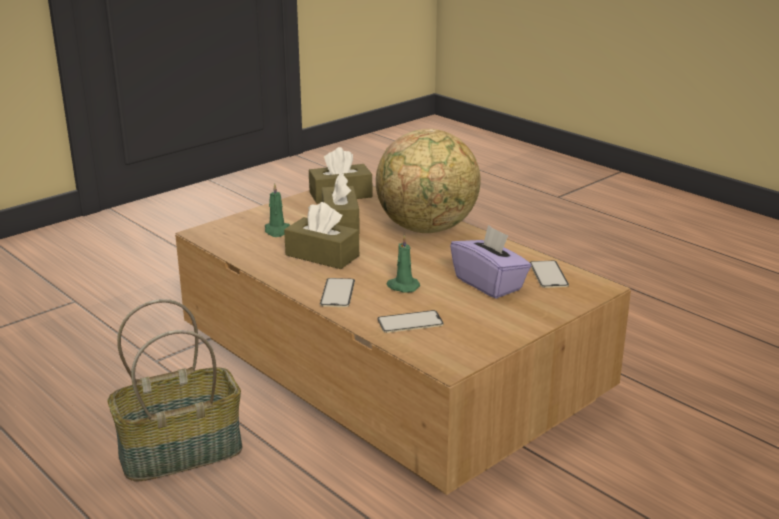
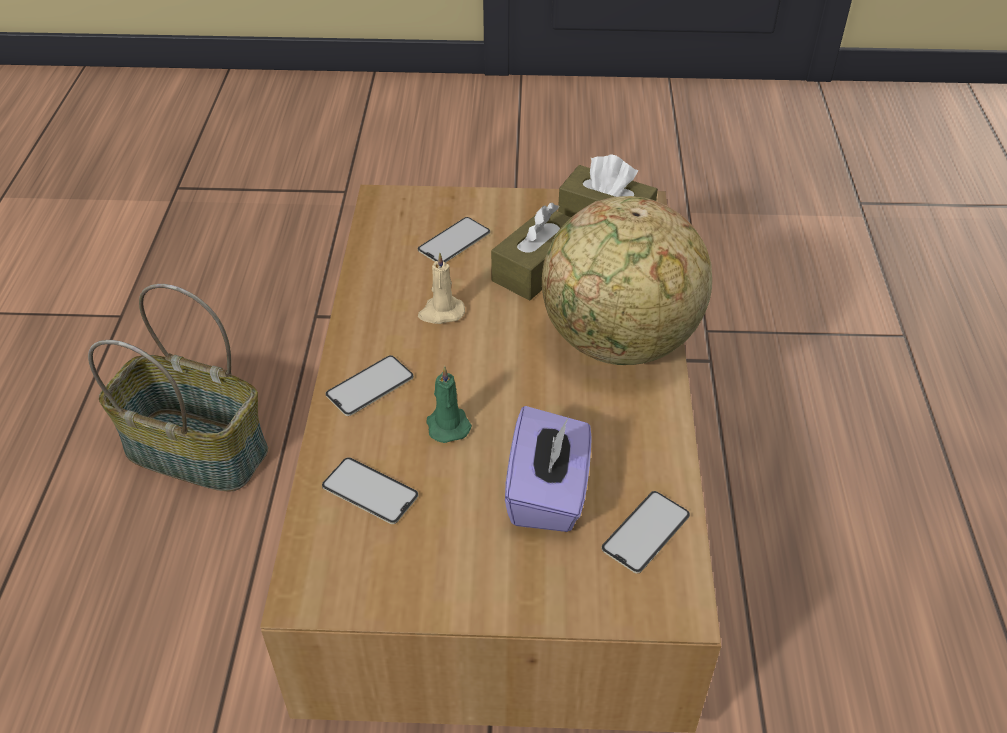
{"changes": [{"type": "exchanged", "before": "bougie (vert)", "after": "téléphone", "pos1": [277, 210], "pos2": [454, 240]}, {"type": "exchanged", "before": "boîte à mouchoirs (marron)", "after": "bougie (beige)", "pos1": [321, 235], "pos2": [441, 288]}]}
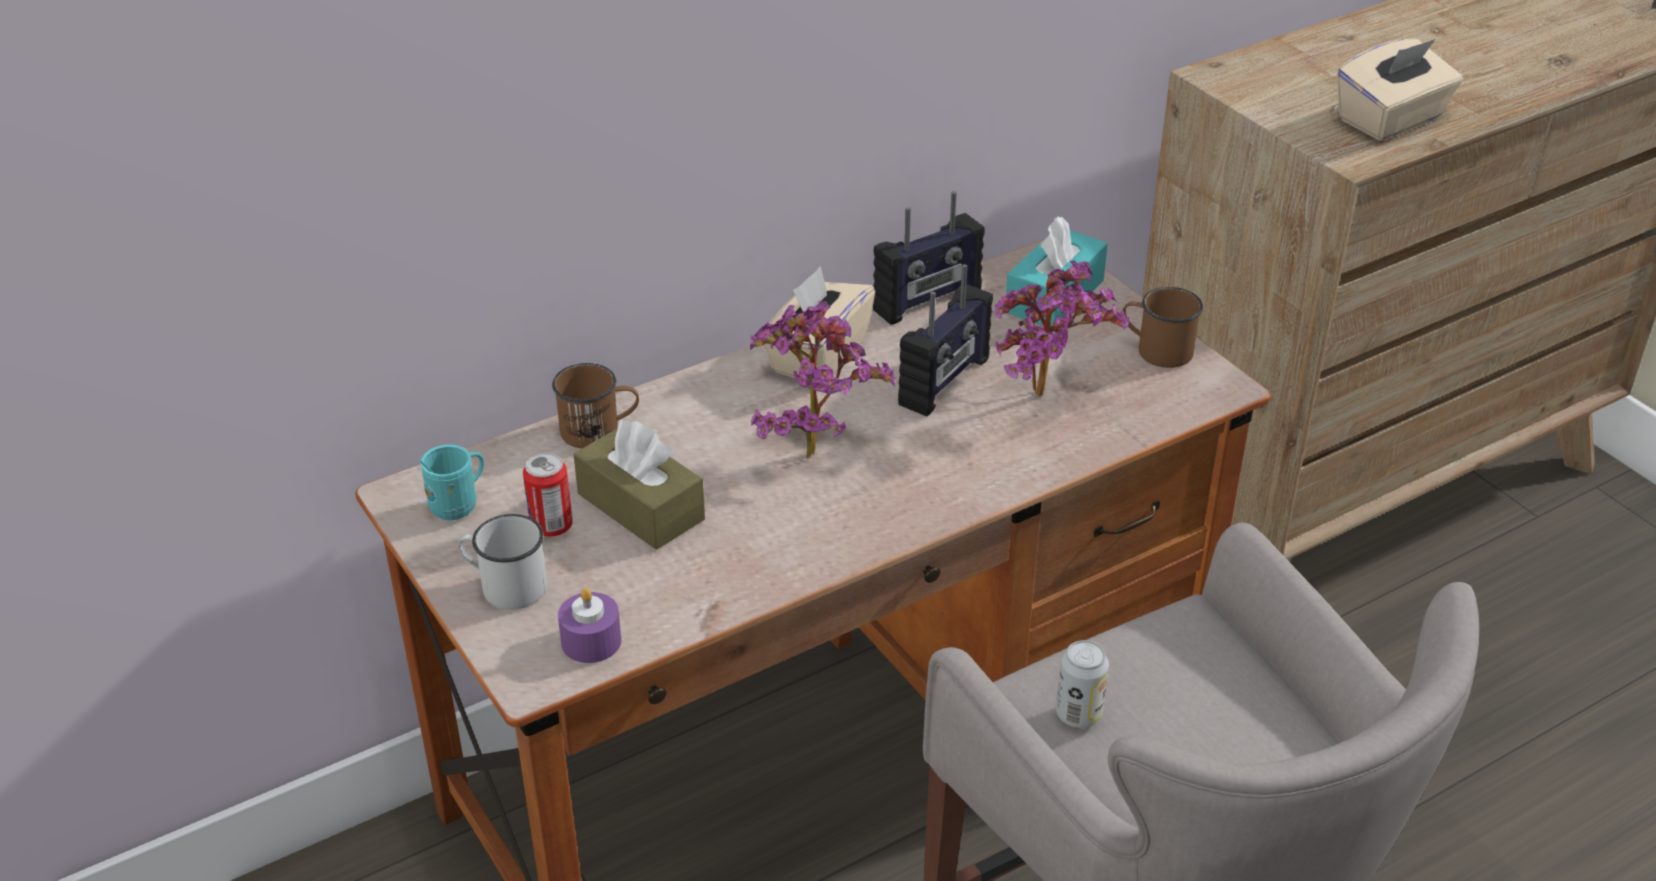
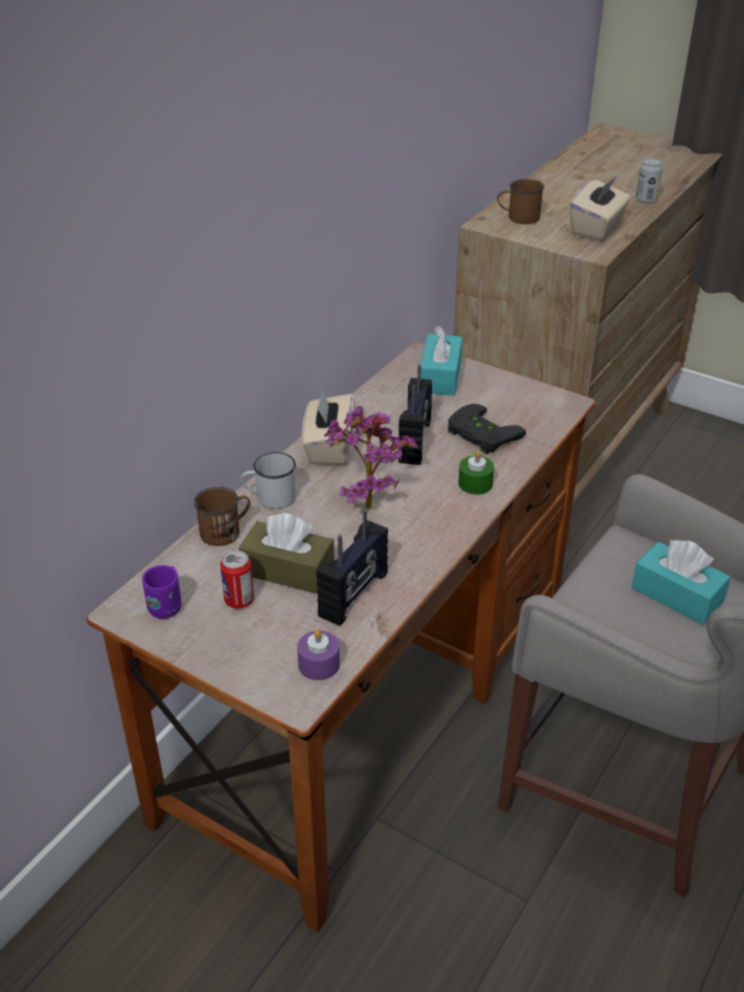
{"changes": [{"type": "appeared", "after": "bougie (vert)", "pos2": [476, 472]}, {"type": "appeared", "after": "boîte à mouchoirs (turquoise)", "pos2": [681, 582]}, {"type": "relocated", "before": "mug (blanc)", "pos1": [502, 562], "pos2": [268, 480]}, {"type": "relocated", "before": "radio", "pos1": [929, 258], "pos2": [352, 567]}, {"type": "relocated", "before": "boîte métallique", "pos1": [1082, 684], "pos2": [649, 181]}, {"type": "relocated", "before": "mug (marron)", "pos1": [1163, 327], "pos2": [521, 201]}, {"type": "exchanged", "before": "plante en pot", "after": "manette (noir)", "pos1": [1061, 328], "pos2": [487, 429]}, {"type": "colour", "before": "mug (turquoise)", "after": "mug (violet)", "pos1": [452, 482], "pos2": [161, 592]}]}
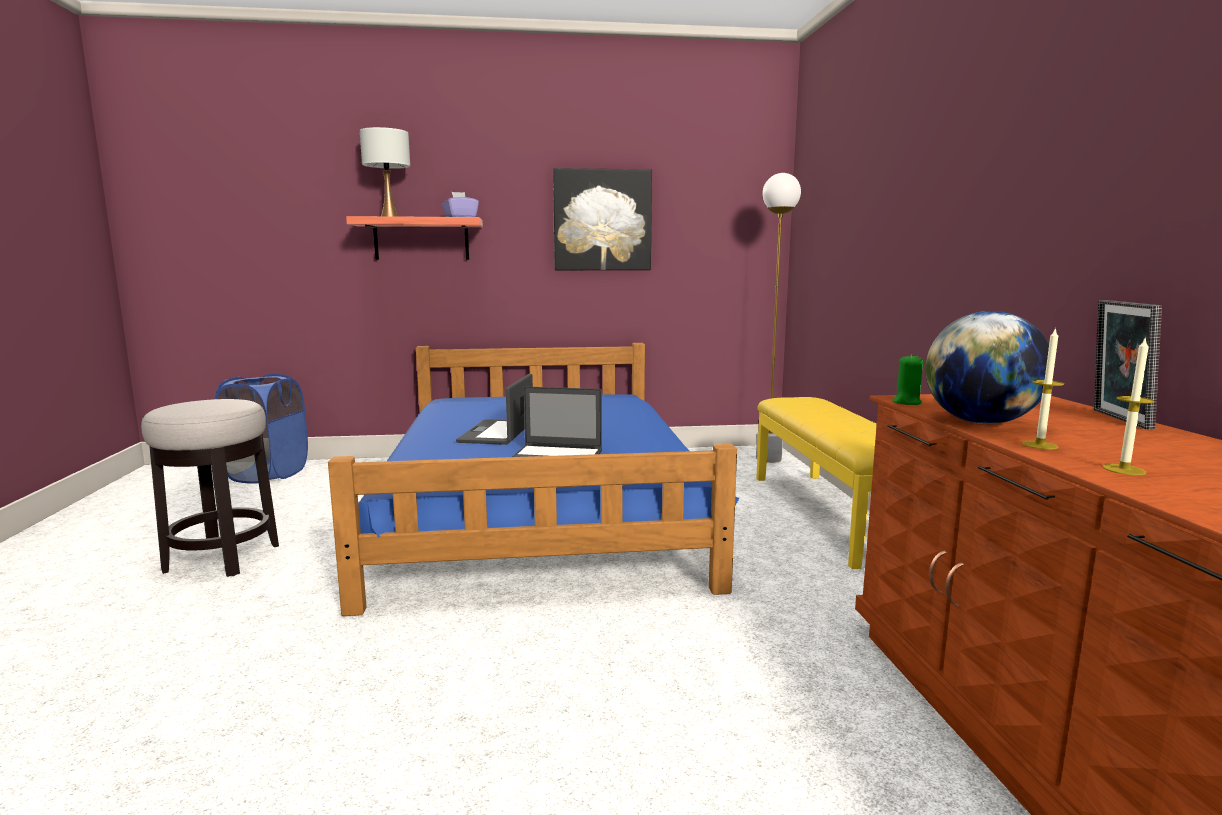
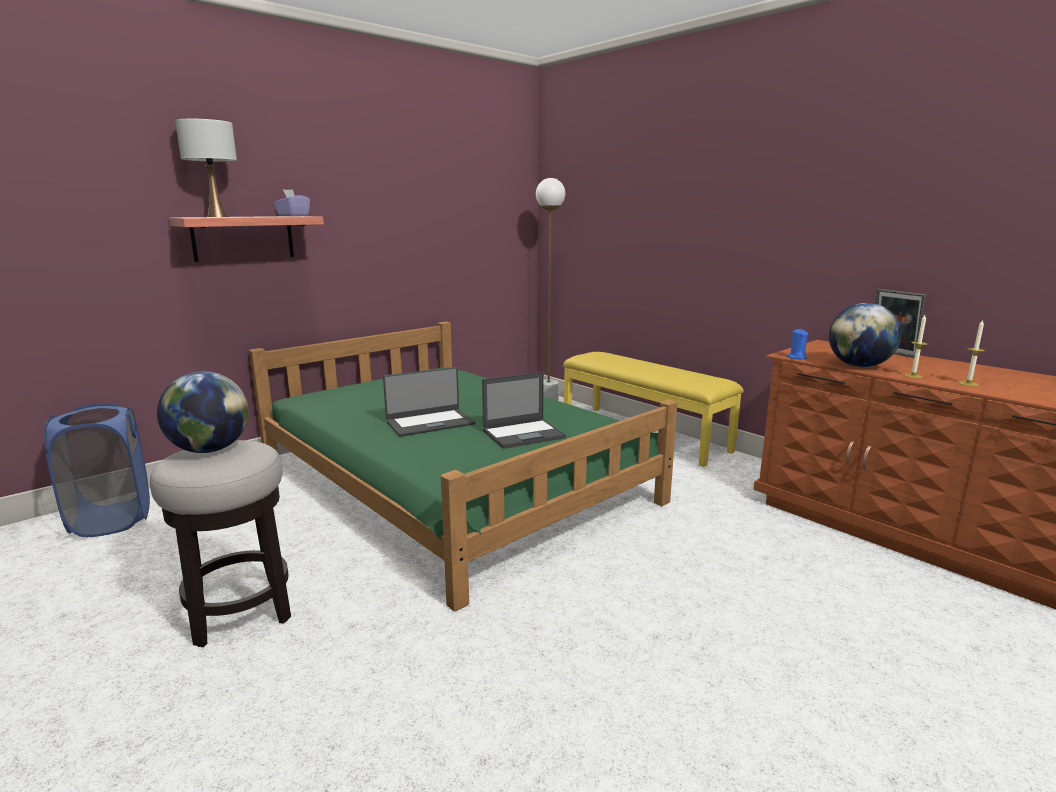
{"changes": [{"type": "missing", "before": "tableau", "pos1": [602, 219]}, {"type": "appeared", "after": "globe", "pos2": [203, 412]}, {"type": "colour", "before": "lit (bleu)", "after": "lit (vert)", "pos1": [533, 479], "pos2": [463, 466]}, {"type": "colour", "before": "bougie (vert)", "after": "bougie (bleu)", "pos1": [907, 379], "pos2": [797, 344]}, {"type": "spun", "before": "ordinateur portable", "pos1": [494, 409], "pos2": [429, 402], "turn": -90}]}
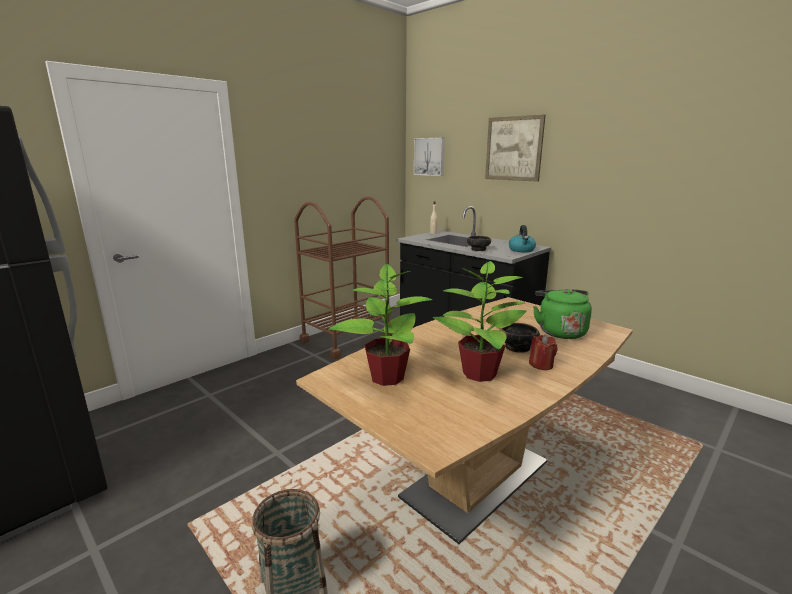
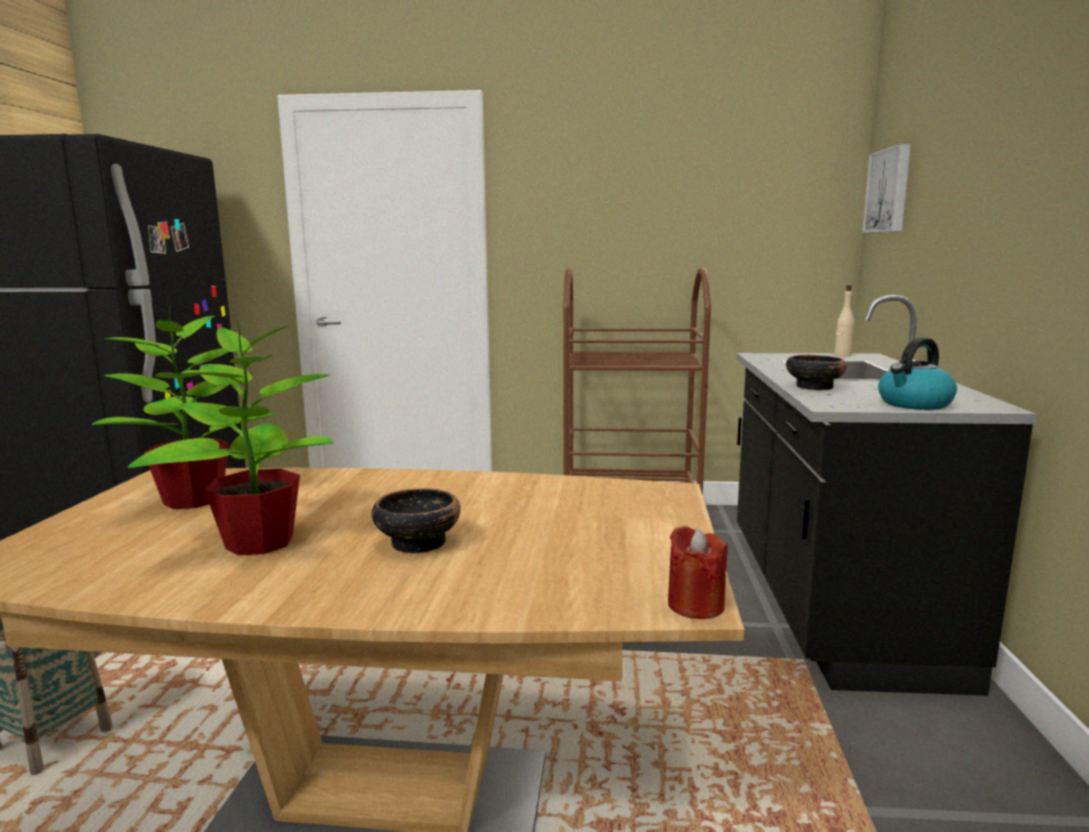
{"changes": [{"type": "missing", "before": "tableau", "pos1": [515, 148]}, {"type": "missing", "before": "bouilloire (vert)", "pos1": [562, 314]}, {"type": "relocated", "before": "bougie (rouge)", "pos1": [543, 352], "pos2": [698, 572]}]}
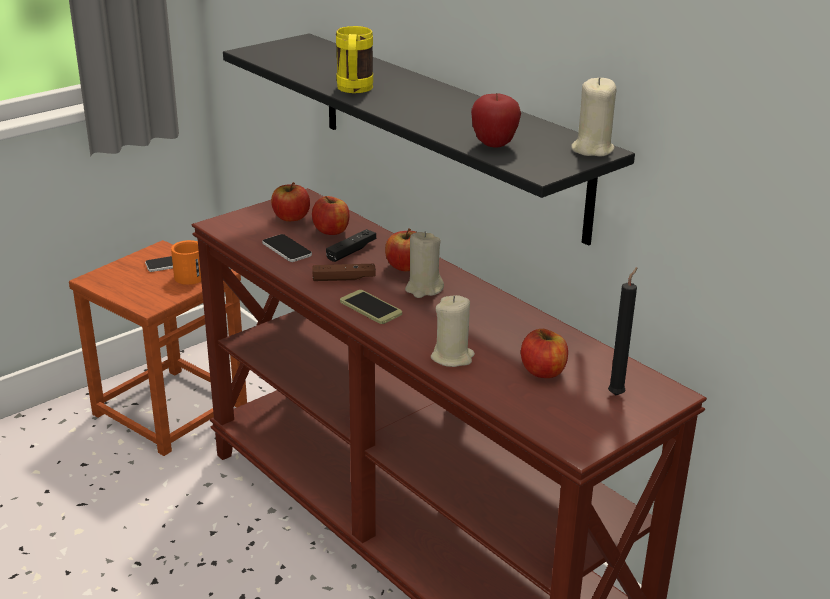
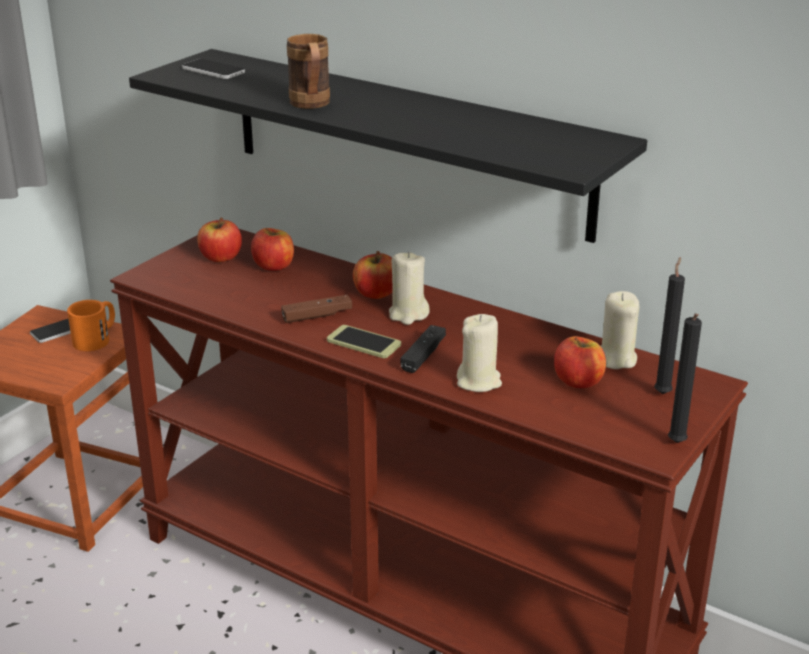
{"changes": [{"type": "missing", "before": "pomme", "pos1": [496, 120]}, {"type": "appeared", "after": "bougie (noir)", "pos2": [685, 378]}, {"type": "relocated", "before": "téléphone", "pos1": [287, 248], "pos2": [213, 69]}, {"type": "relocated", "before": "manette (noir)", "pos1": [351, 245], "pos2": [423, 349]}, {"type": "relocated", "before": "bougie (beige)", "pos1": [594, 117], "pos2": [620, 330]}, {"type": "colour", "before": "mug (jaune)", "after": "mug (marron)", "pos1": [354, 59], "pos2": [308, 71]}]}
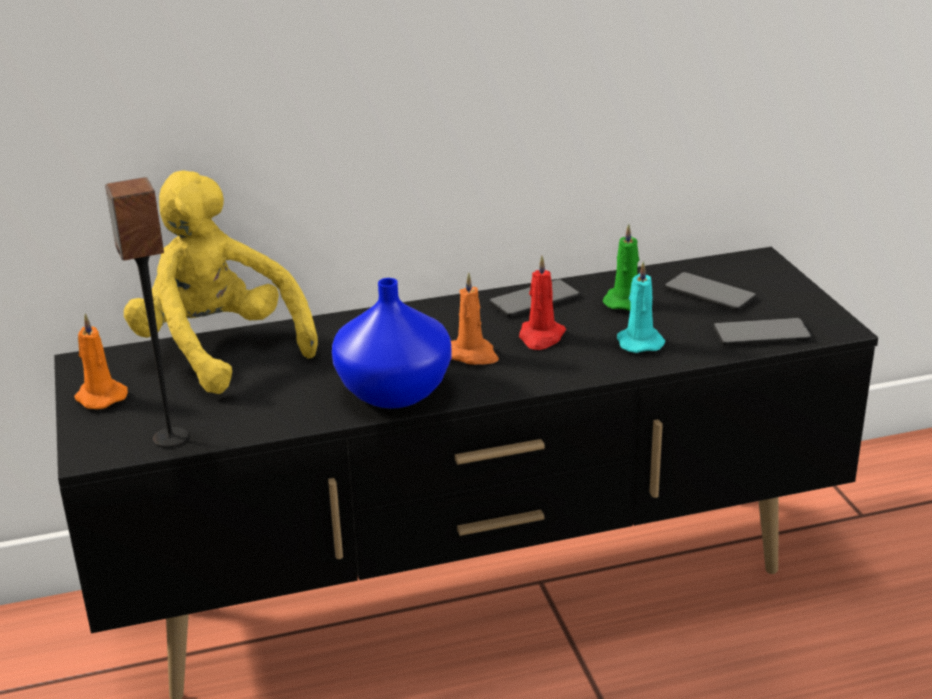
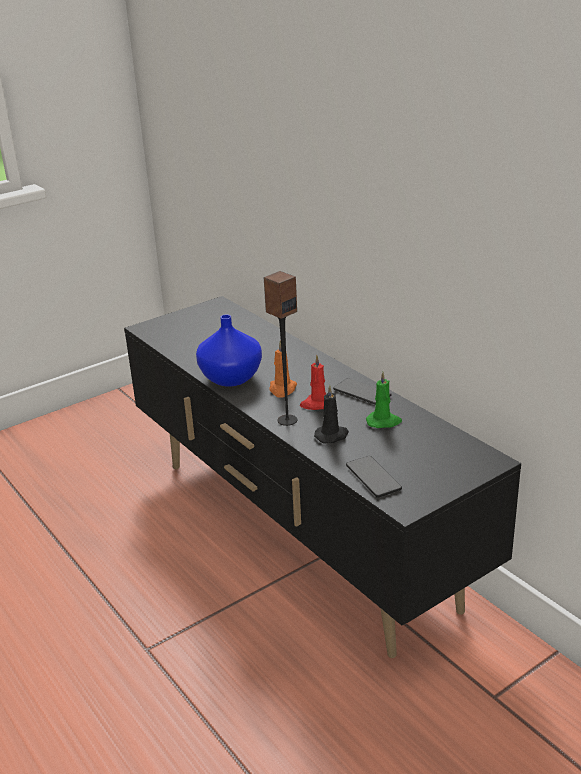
{"changes": [{"type": "missing", "before": "bougie (orange)", "pos1": [101, 361]}, {"type": "missing", "before": "peluche (jaune)", "pos1": [221, 282]}, {"type": "missing", "before": "téléphone", "pos1": [710, 291]}, {"type": "relocated", "before": "enceinte", "pos1": [147, 312], "pos2": [280, 348]}, {"type": "colour", "before": "bougie (turquoise)", "after": "bougie (noir)", "pos1": [641, 307], "pos2": [331, 414]}]}
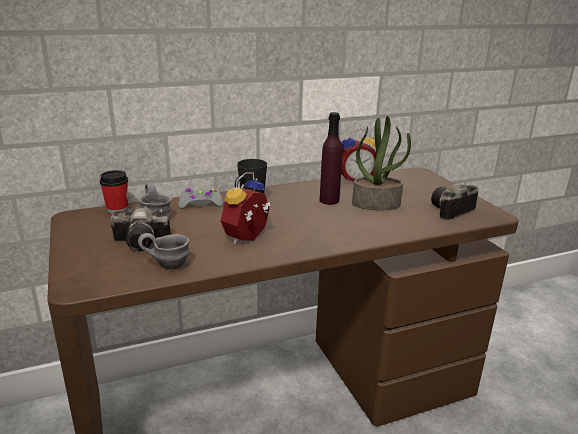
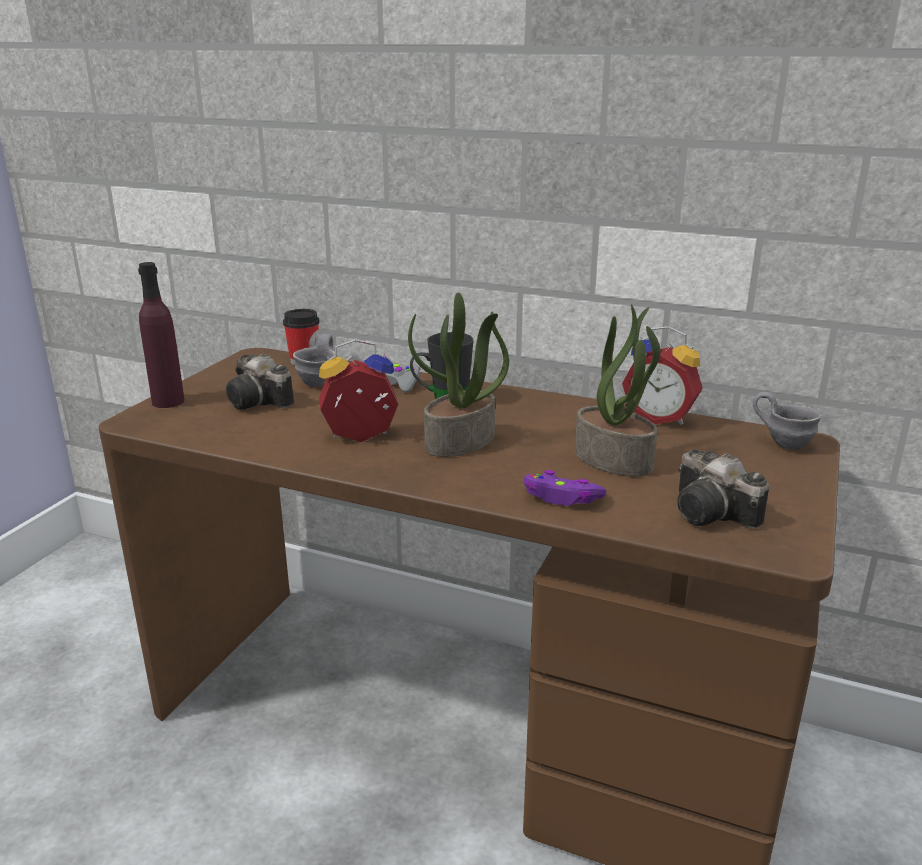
{"changes": [{"type": "appeared", "after": "plante en pot", "pos2": [458, 374]}, {"type": "appeared", "after": "manette (violet)", "pos2": [565, 488]}, {"type": "relocated", "before": "mug (gris)", "pos1": [164, 251], "pos2": [787, 421]}, {"type": "relocated", "before": "bouteille (violet)", "pos1": [331, 158], "pos2": [161, 335]}, {"type": "spun", "before": "appareil photo", "pos1": [455, 202], "pos2": [723, 489], "turn": -135}]}
